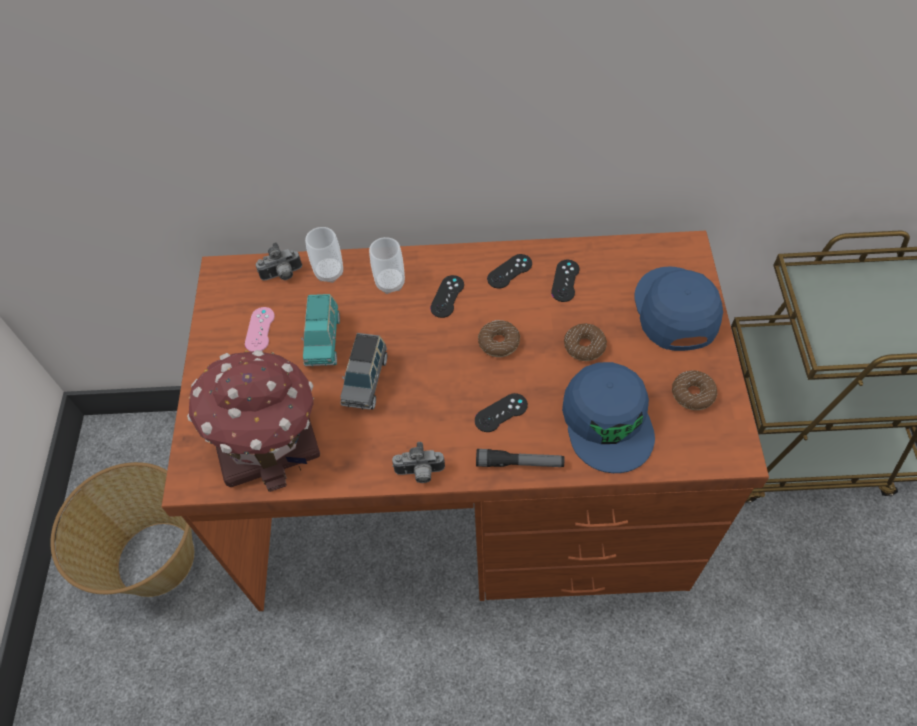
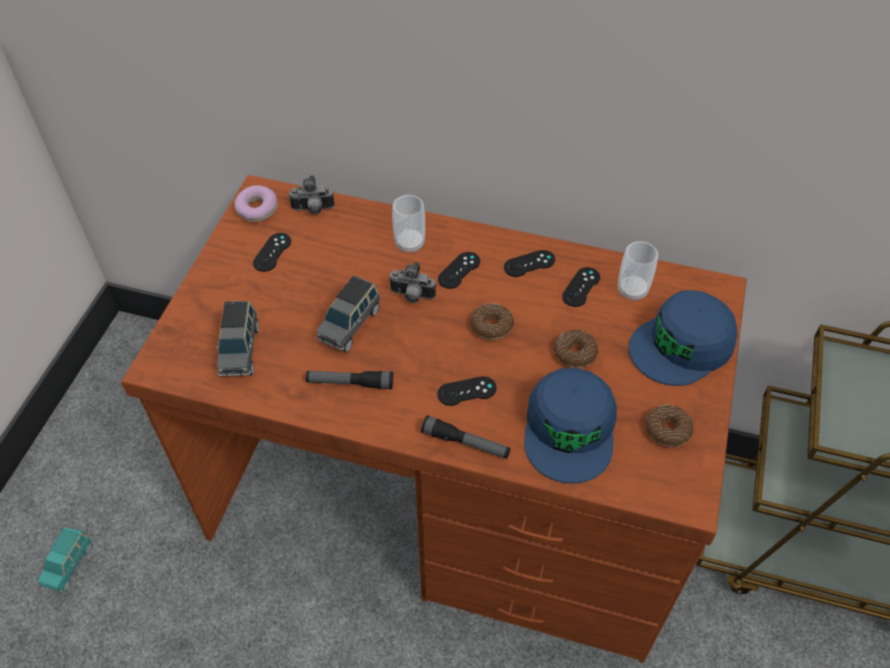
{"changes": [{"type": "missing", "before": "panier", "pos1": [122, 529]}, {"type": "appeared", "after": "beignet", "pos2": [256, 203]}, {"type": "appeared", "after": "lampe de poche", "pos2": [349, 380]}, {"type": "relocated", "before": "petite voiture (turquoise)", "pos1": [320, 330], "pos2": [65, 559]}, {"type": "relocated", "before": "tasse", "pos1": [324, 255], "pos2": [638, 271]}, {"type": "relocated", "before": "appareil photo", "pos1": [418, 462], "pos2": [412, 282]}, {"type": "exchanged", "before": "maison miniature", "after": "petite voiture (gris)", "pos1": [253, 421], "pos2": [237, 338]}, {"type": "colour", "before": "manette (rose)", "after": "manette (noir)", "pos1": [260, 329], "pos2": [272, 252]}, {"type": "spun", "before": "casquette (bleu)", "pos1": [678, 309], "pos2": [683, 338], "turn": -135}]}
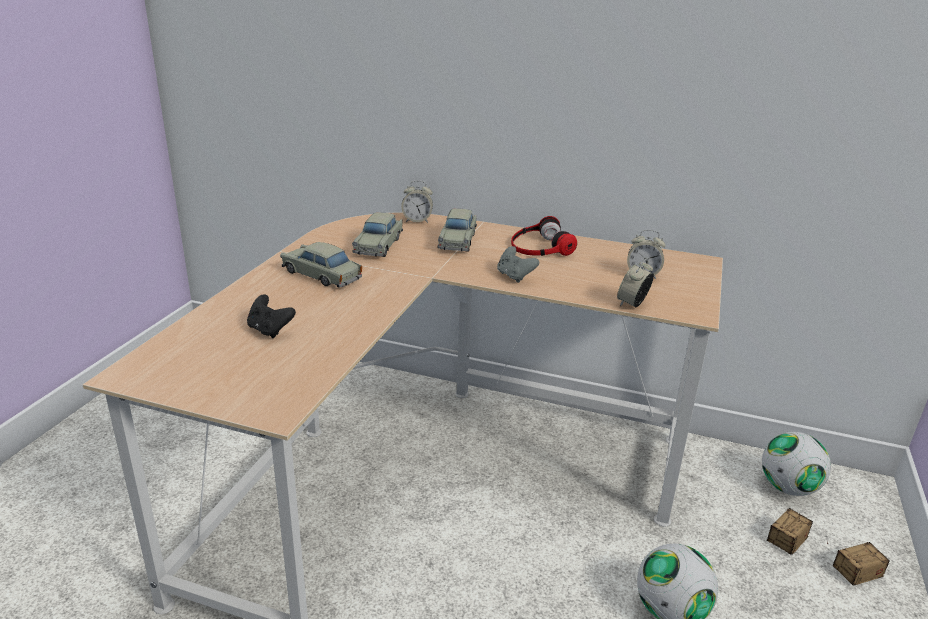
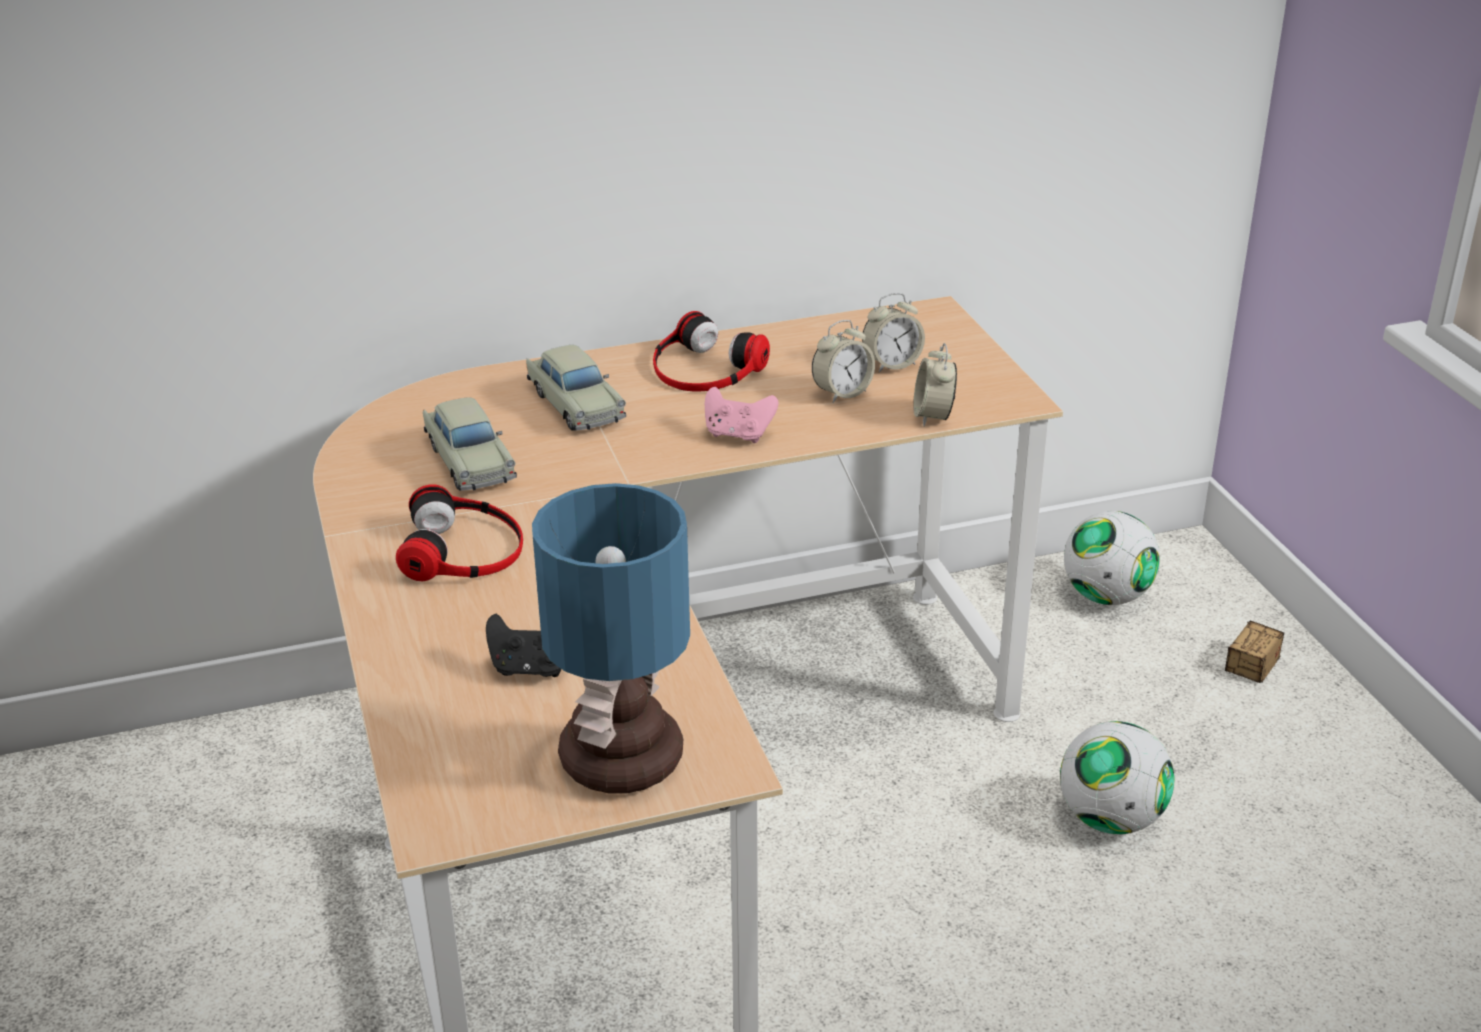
{"changes": [{"type": "missing", "before": "boîte de rangement", "pos1": [790, 531]}, {"type": "appeared", "after": "lampe de table", "pos2": [611, 638]}, {"type": "relocated", "before": "réveil", "pos1": [417, 201], "pos2": [843, 361]}, {"type": "exchanged", "before": "petite voiture (beige)", "after": "casque audio", "pos1": [321, 265], "pos2": [459, 532]}, {"type": "colour", "before": "manette (gris)", "after": "manette (rose)", "pos1": [518, 264], "pos2": [741, 415]}]}
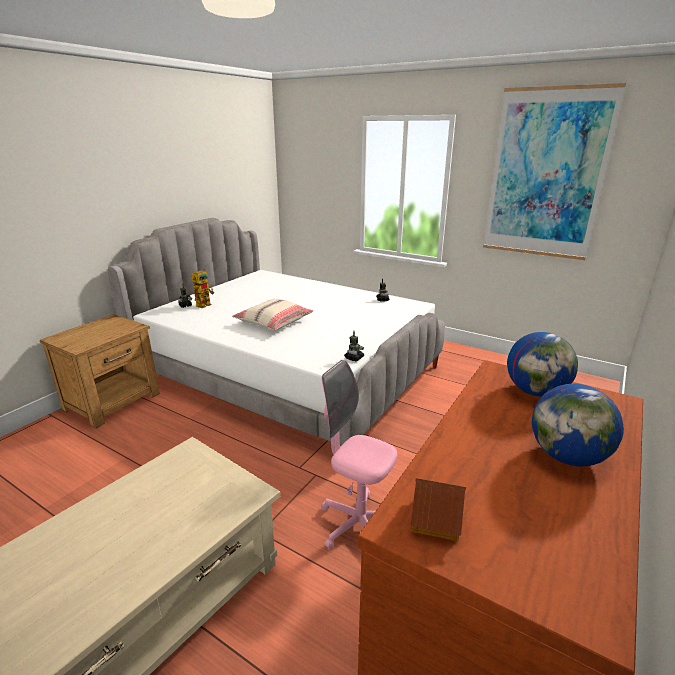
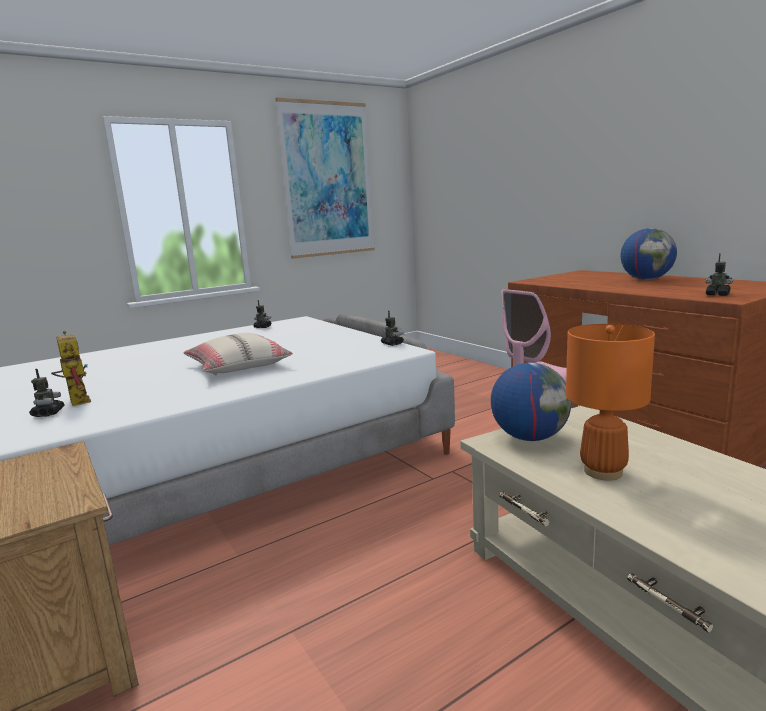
{"changes": [{"type": "appeared", "after": "lampe de table (orange)", "pos2": [610, 402]}, {"type": "relocated", "before": "globe", "pos1": [542, 364], "pos2": [531, 402]}, {"type": "exchanged", "before": "maison miniature", "after": "robot jouet", "pos1": [438, 510], "pos2": [719, 274]}]}
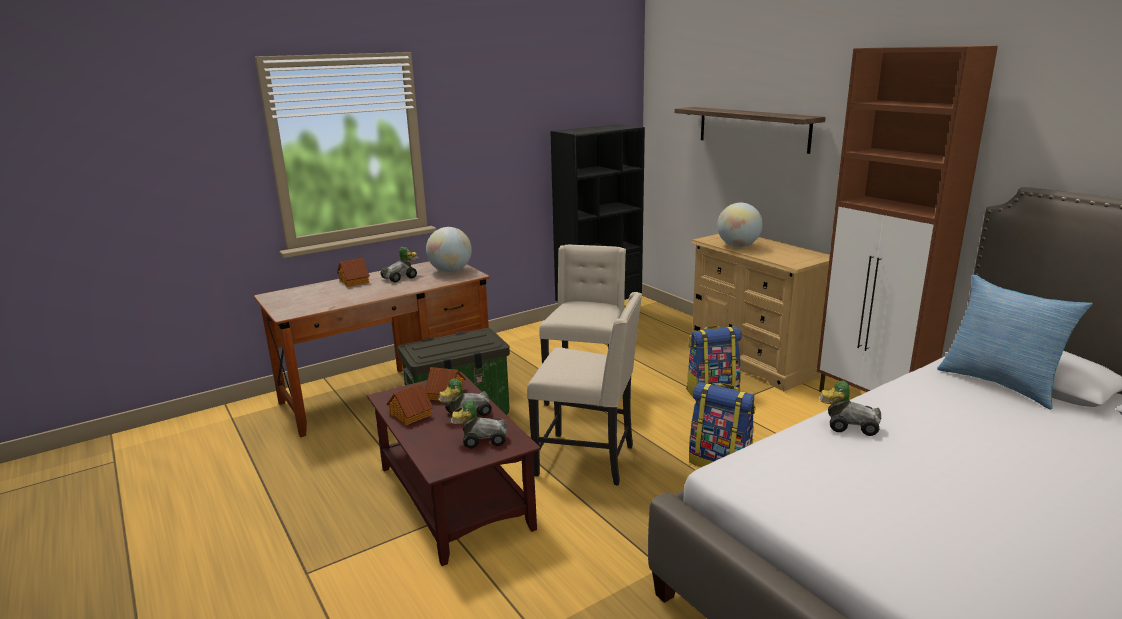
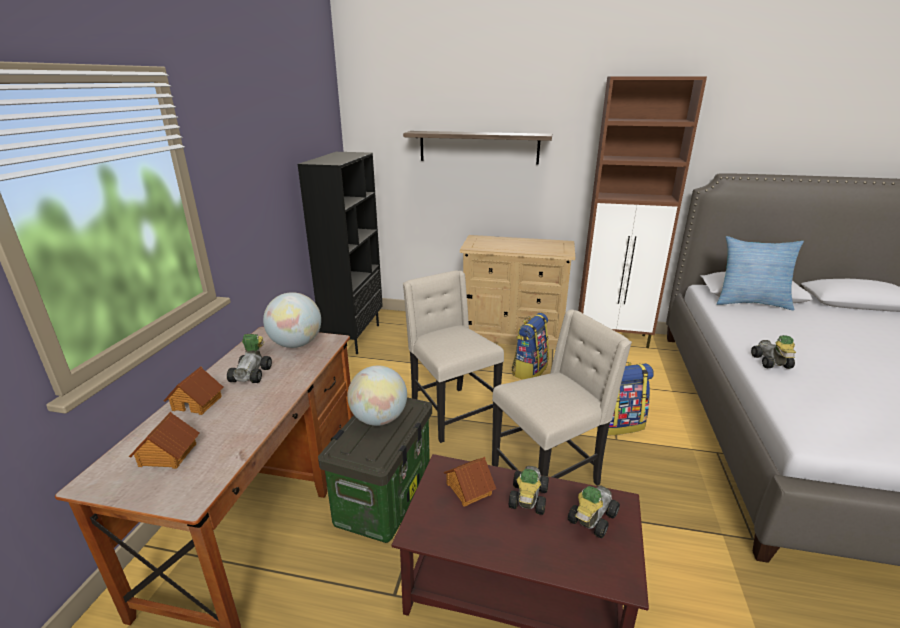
{"changes": [{"type": "relocated", "before": "maison miniature", "pos1": [410, 404], "pos2": [164, 440]}, {"type": "relocated", "before": "globe", "pos1": [740, 225], "pos2": [377, 396]}, {"type": "spun", "before": "petite voiture", "pos1": [850, 408], "pos2": [773, 352], "turn": -60}]}
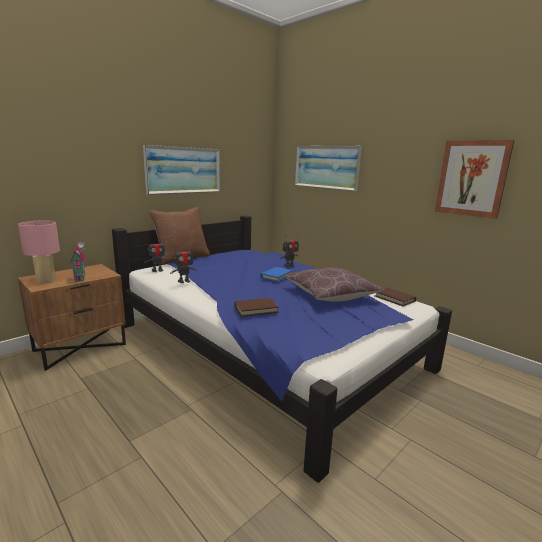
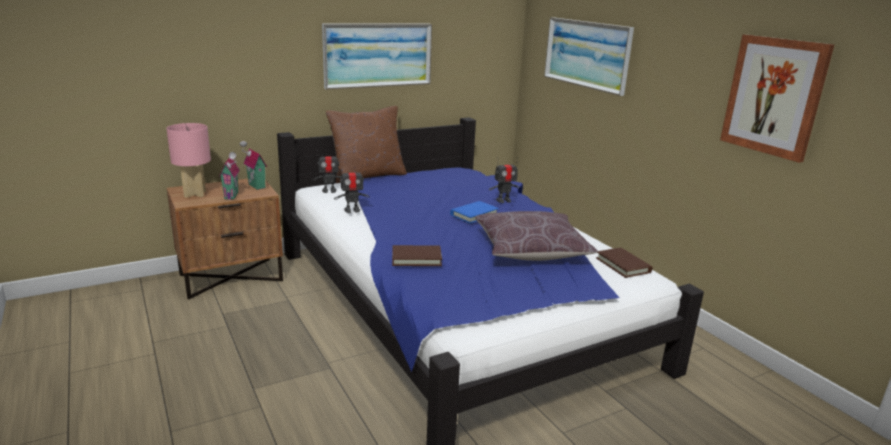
{"changes": [{"type": "appeared", "after": "maison miniature", "pos2": [253, 165]}]}
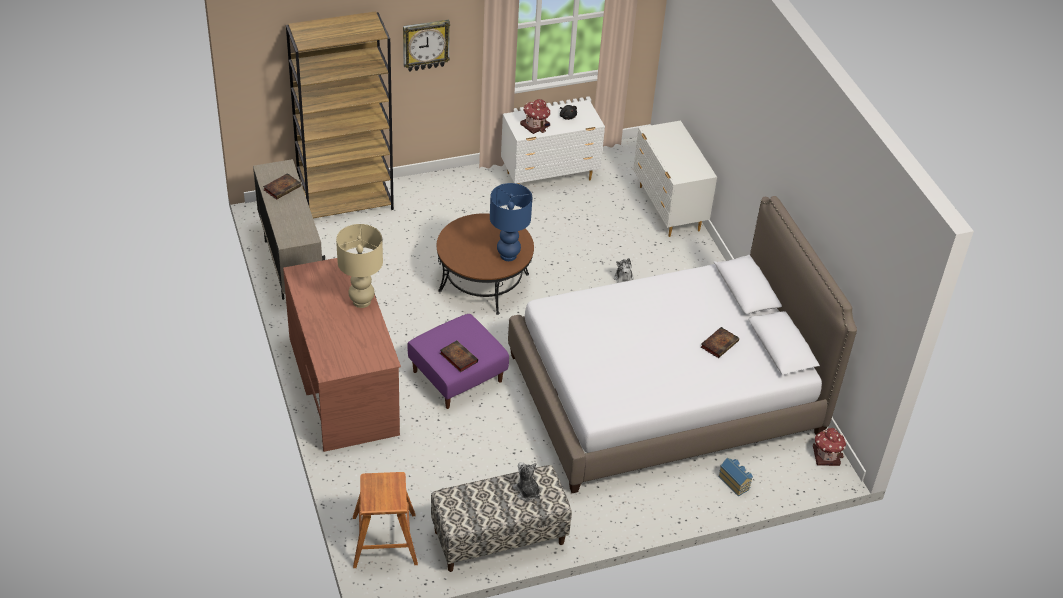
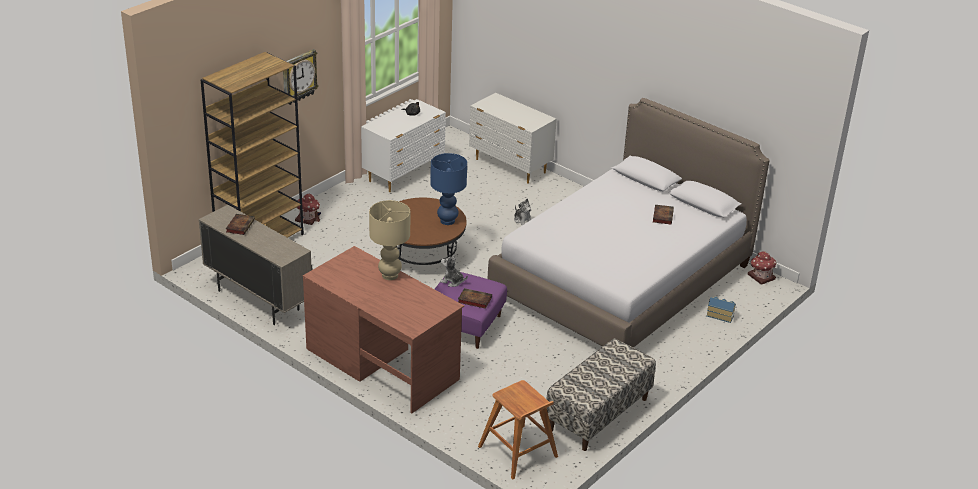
{"changes": [{"type": "relocated", "before": "peluche", "pos1": [526, 481], "pos2": [454, 270]}, {"type": "relocated", "before": "maison miniature", "pos1": [535, 116], "pos2": [308, 209]}]}
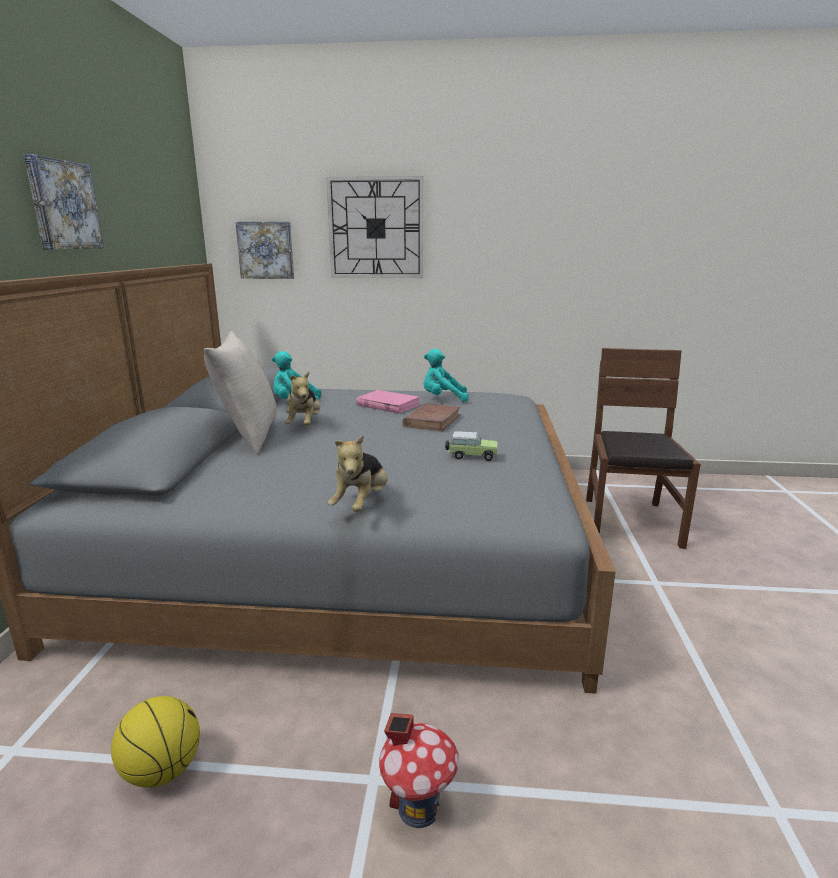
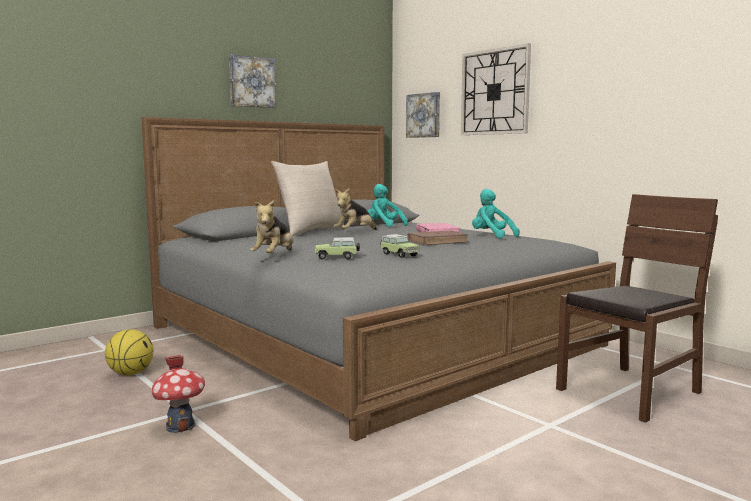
{"changes": [{"type": "appeared", "after": "petite voiture", "pos2": [337, 248]}, {"type": "spun", "before": "peluche", "pos1": [358, 473], "pos2": [271, 226], "turn": -45}]}
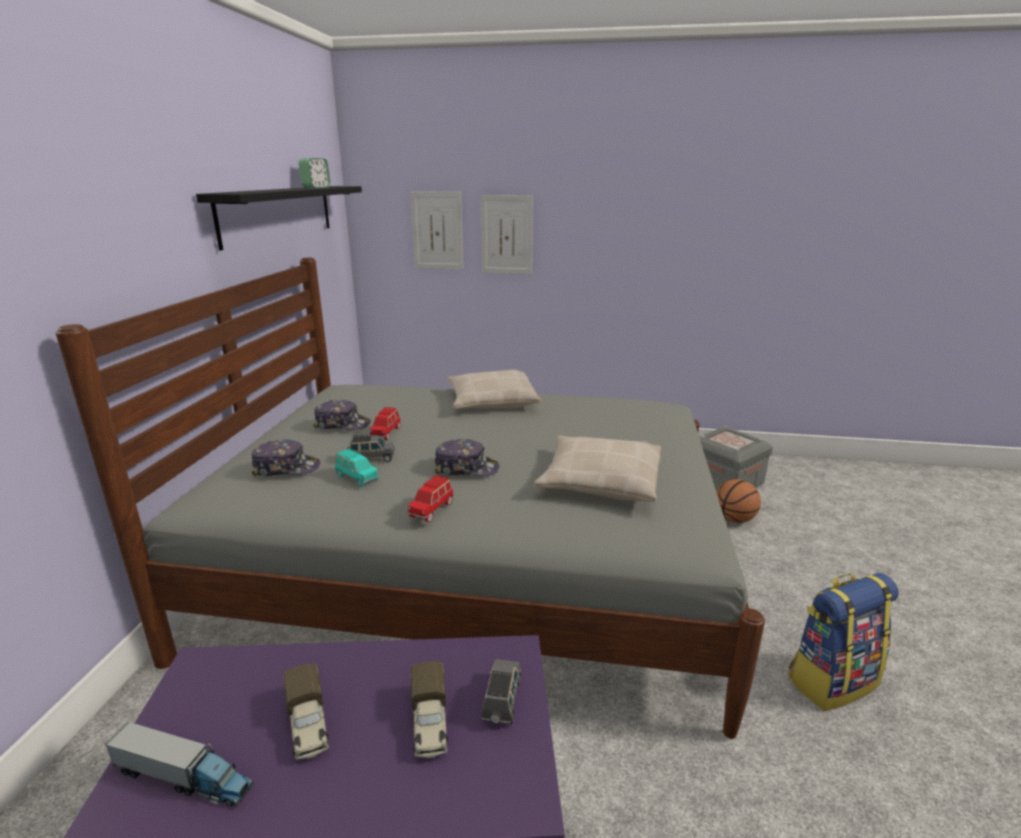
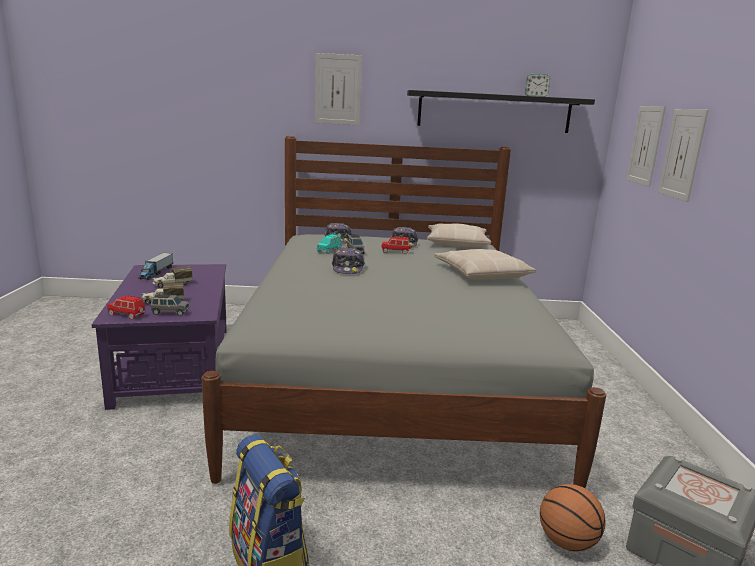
{"changes": [{"type": "appeared", "after": "tableau", "pos2": [338, 89]}, {"type": "relocated", "before": "petite voiture (rouge)", "pos1": [430, 498], "pos2": [126, 307]}, {"type": "relocated", "before": "coussin (beige)", "pos1": [597, 468], "pos2": [459, 235]}]}
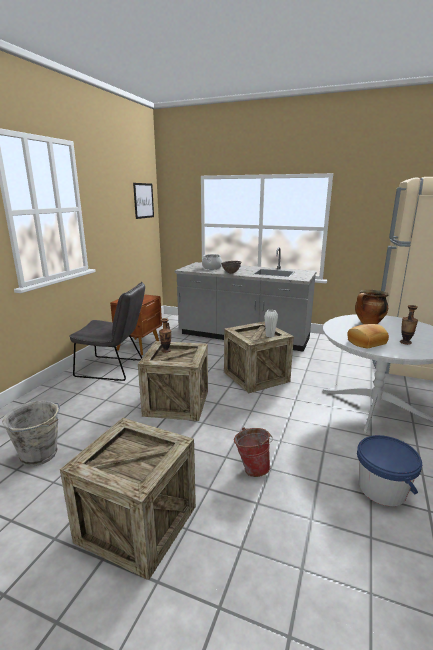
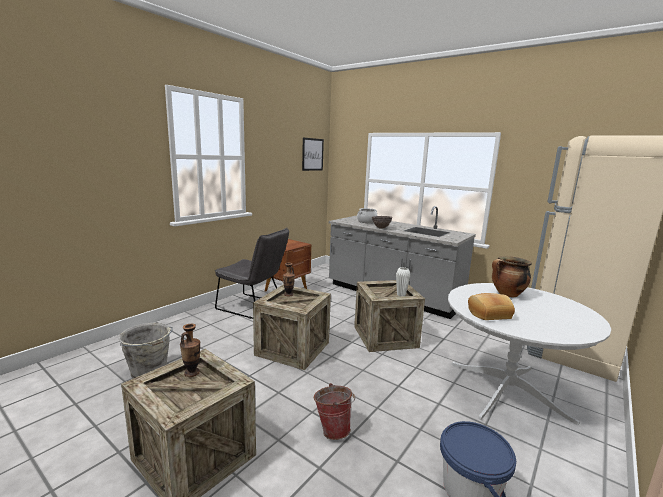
{"changes": [{"type": "relocated", "before": "vase", "pos1": [409, 325], "pos2": [190, 350]}]}
